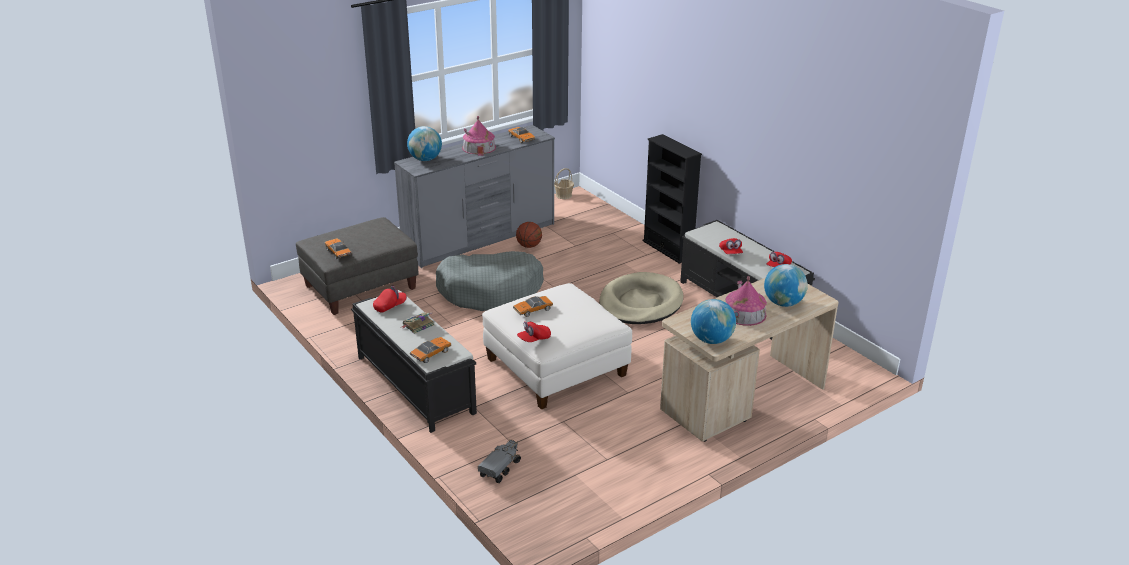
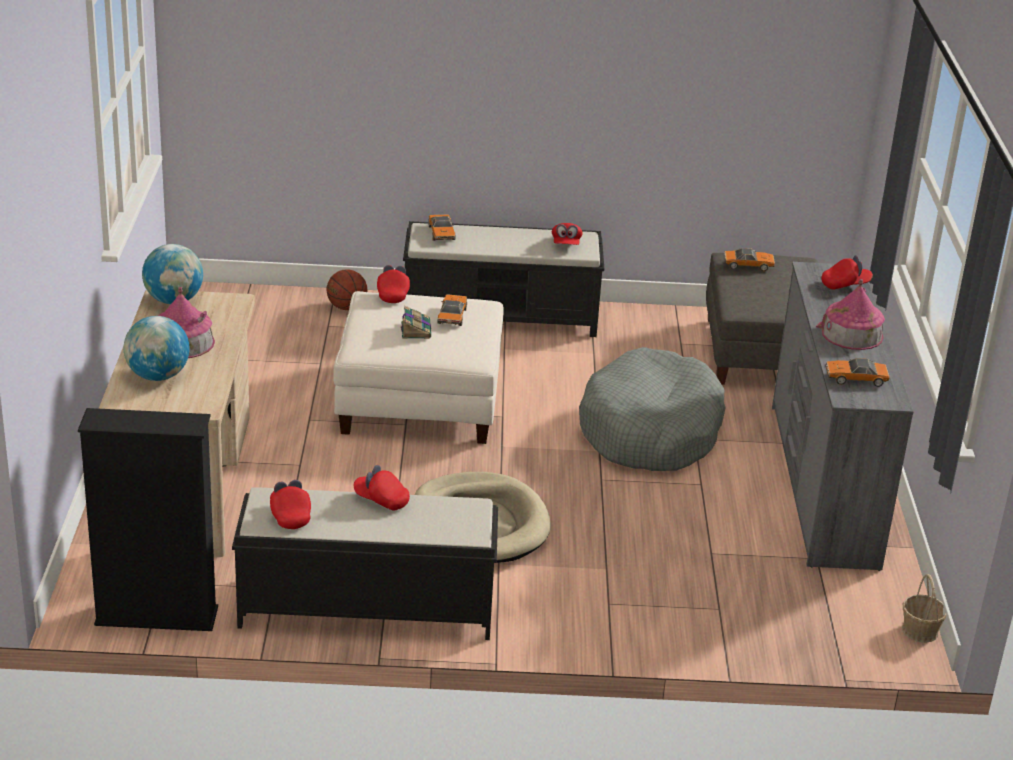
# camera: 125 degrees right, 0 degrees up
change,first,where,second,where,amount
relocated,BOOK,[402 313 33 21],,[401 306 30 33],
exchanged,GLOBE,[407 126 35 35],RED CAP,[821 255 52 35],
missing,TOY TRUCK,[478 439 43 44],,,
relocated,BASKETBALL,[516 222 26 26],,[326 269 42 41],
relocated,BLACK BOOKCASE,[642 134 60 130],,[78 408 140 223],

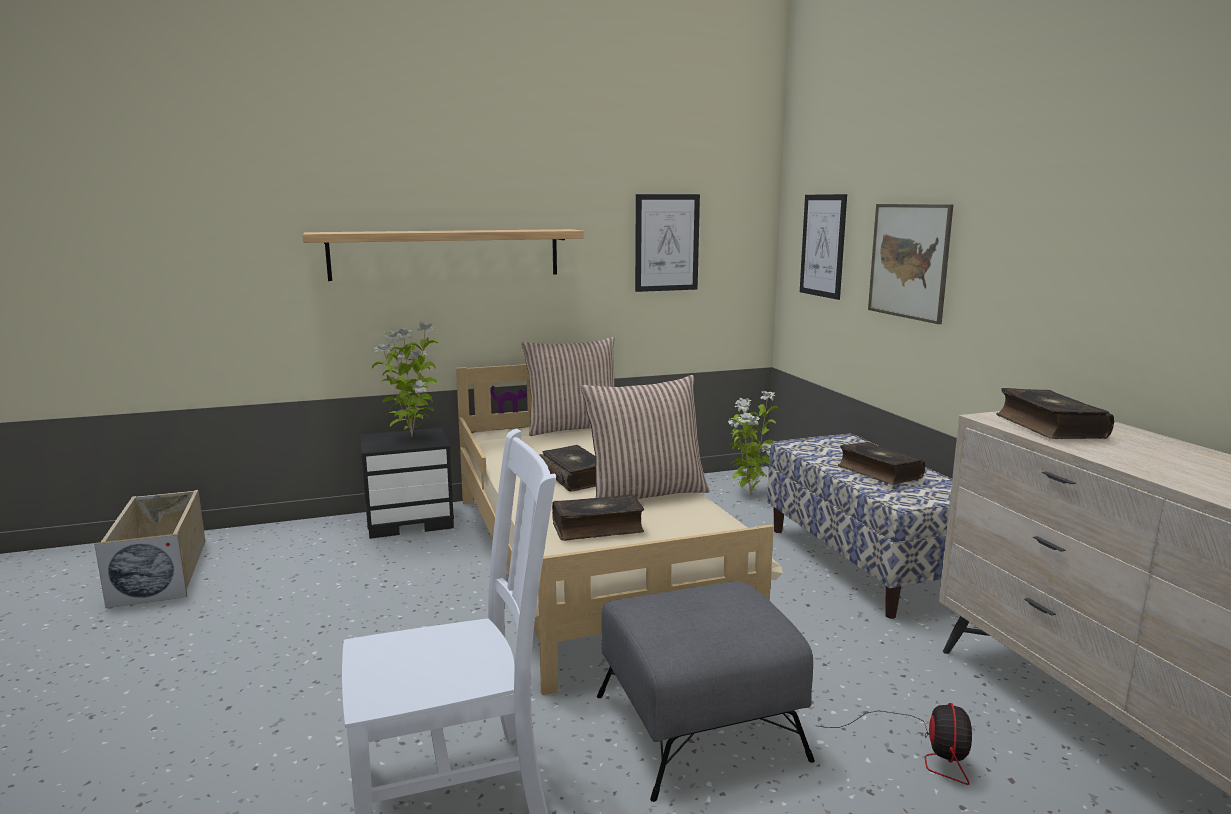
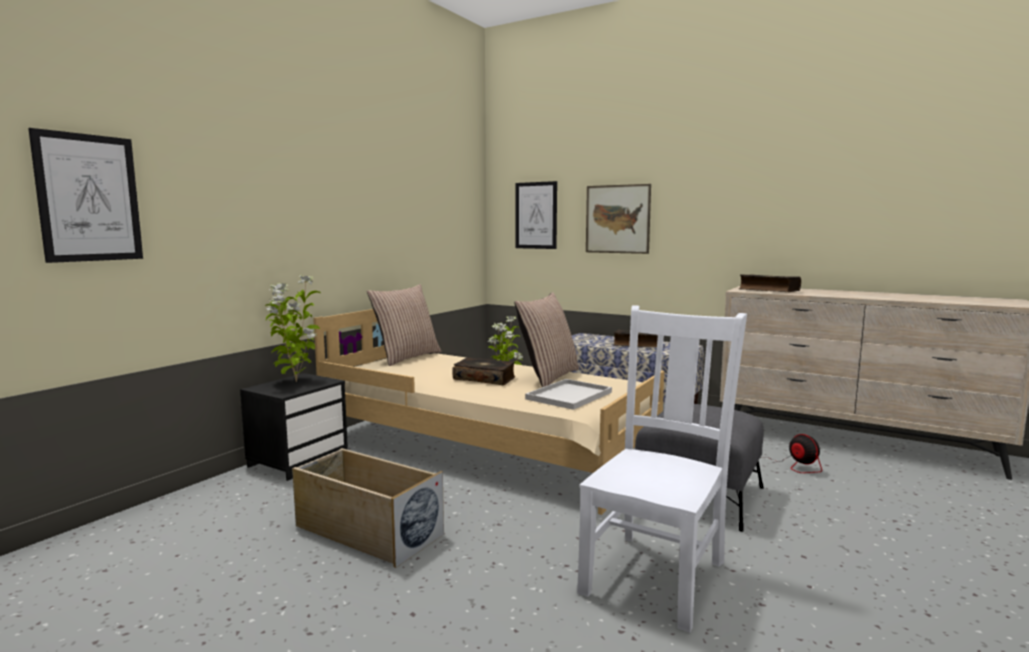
# camera: 40 degrees left, 5 degrees down
change,first,where,second,where,amount
relocated,BEIGE STORAGE BOX,[94 490 111 118],,[292 448 152 120],
missing,SHELF,[303 229 281 52],,,
exchanged,BOOK,[552 494 92 47],WHITE TRAY,[525 379 87 31],
relocated,PICTURE,[635 194 65 98],,[28 128 115 135],

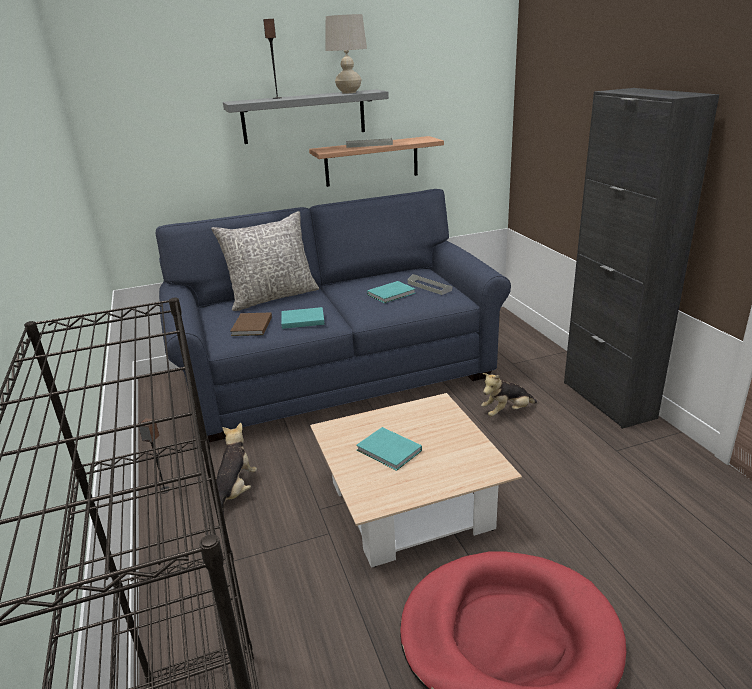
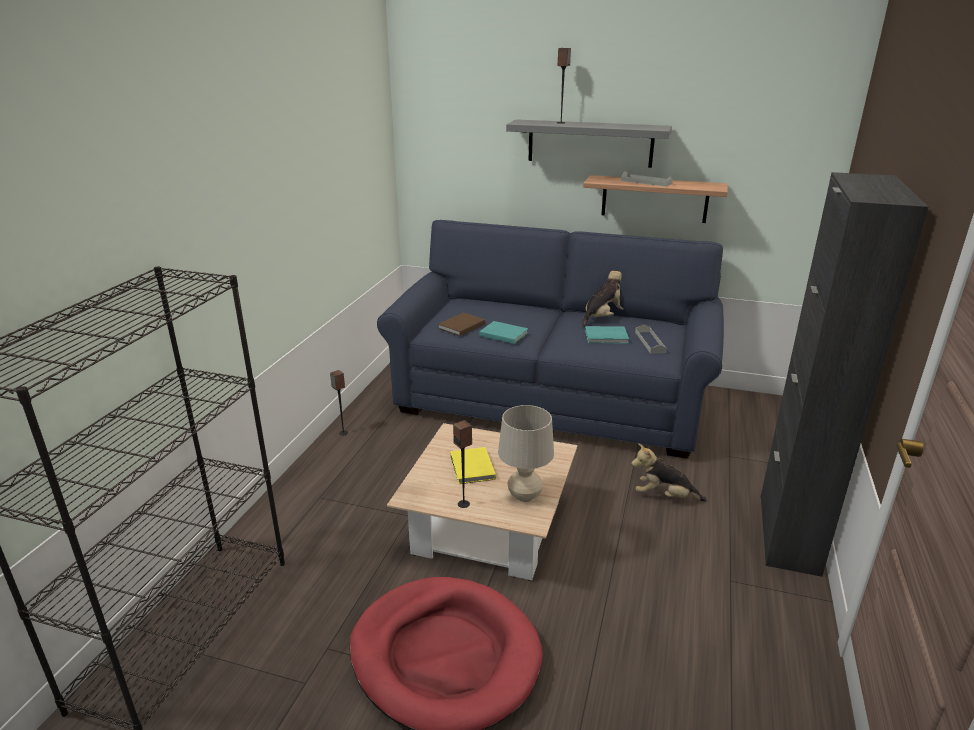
# camera: 35 degrees right, 0 degrees up
change,first,where,second,where,amount
missing,GREY PILLOW,[211 211 108 100],,,
relocated,PLUSH TOY,[216 423 41 92],,[582 271 42 57],
relocated,BEIGE TABLE LAMP,[325 14 42 80],,[498 405 56 97],
colour,TURQUOISE BOOK,[356 427 66 44],YELLOW BOOK,[450 447 46 37],
appeared,,,SPEAKER,[453 420 19 88],

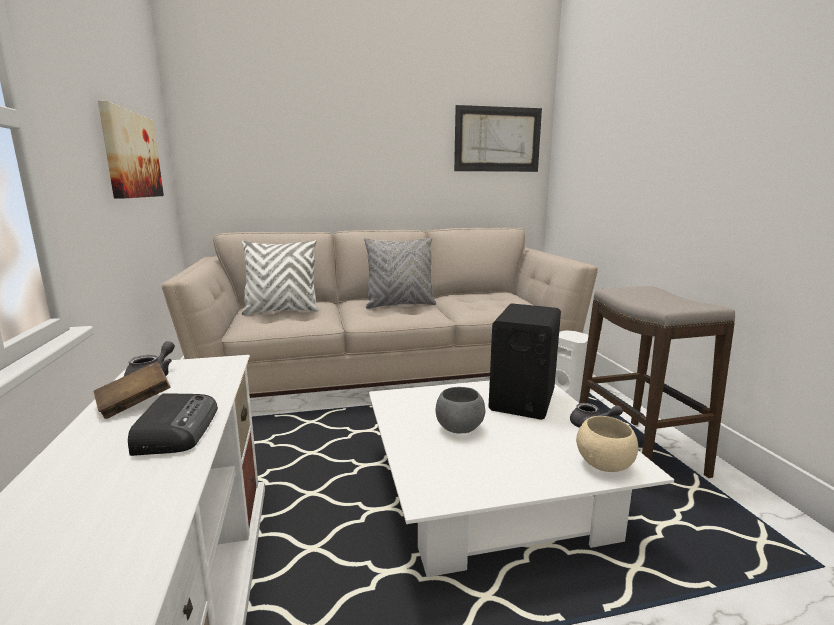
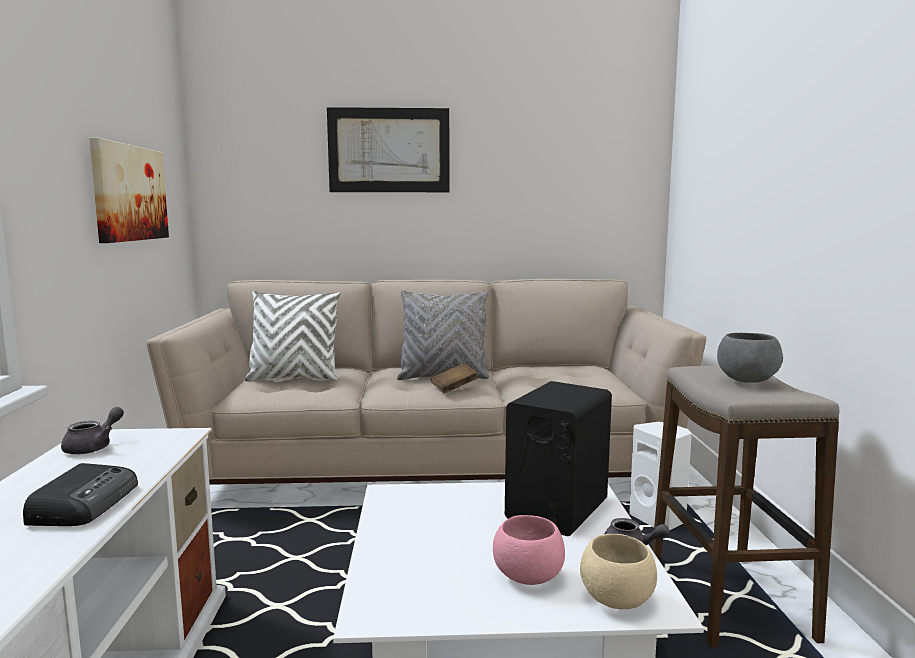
# camera: 10 degrees right, 5 degrees down
change,first,where,second,where,amount
relocated,BROWN BOOK,[93 362 78 57],,[430 363 48 30],
relocated,GREY BOWL,[436 387 49 46],,[717 333 66 50],
relocated,PICTURE,[454 105 88 67],,[327 107 123 85],
appeared,,,PINK BOWL,[493 515 72 70],

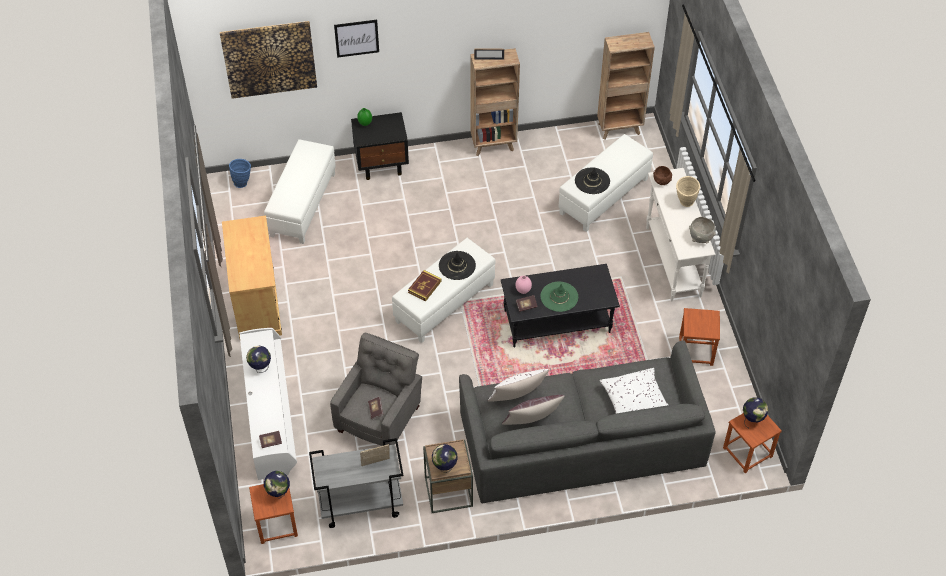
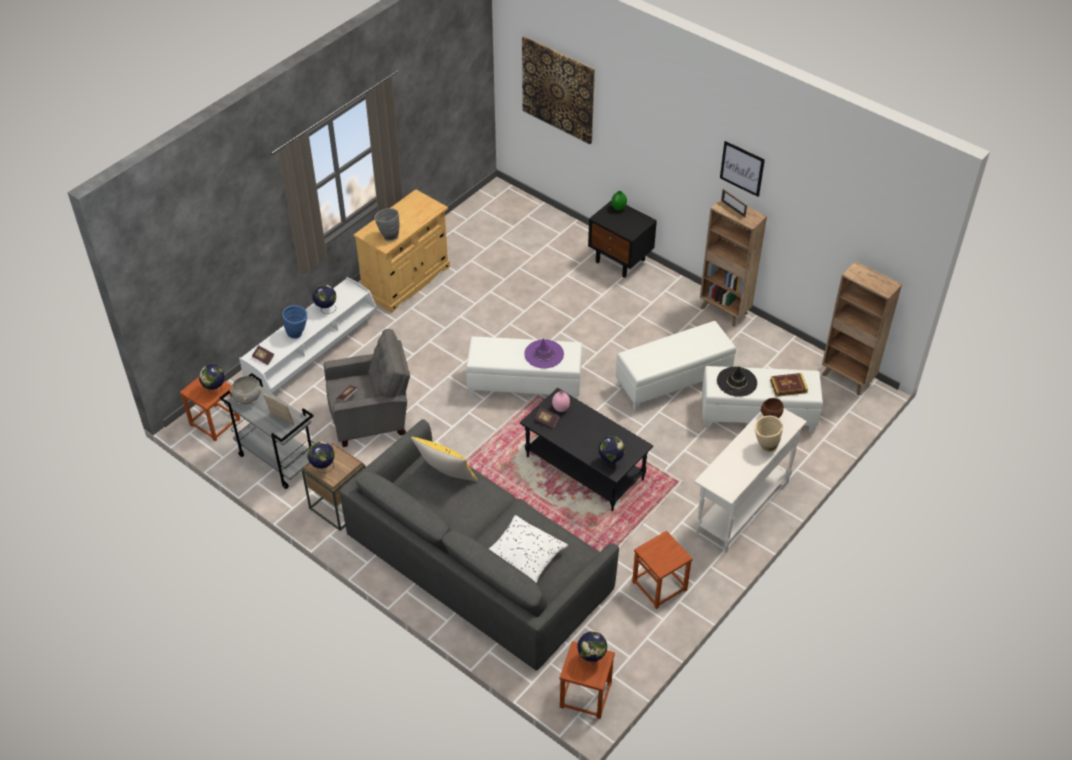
# camera: 50 degrees right, 5 degrees down
change,first,where,second,where,amount
relocated,BLUE VASE,[229 159 22 29],,[282 305 25 34],
relocated,WHITE OTTOMAN,[264 139 72 105],,[616 321 120 90],
relocated,PICTURE,[334 20 45 38],,[720 141 45 56],
relocated,BOOK,[408 270 34 32],,[770 373 38 24],
colour,BLACK HAT,[439 251 37 29],PURPLE HAT,[524 338 40 30],
colour,WHITE PILLOW,[488 369 61 33],YELLOW PILLOW,[411 437 67 45],
missing,BROWN PILLOW,[502 395 63 30],,,
missing,GREEN HAT,[541 282 37 30],,,
relocated,GREY BOWL,[689 217 27 27],,[230 376 31 29],
appeared,,,GREY VASE,[374 208 25 33],
appeared,,,GLOBE,[598 436 27 34],

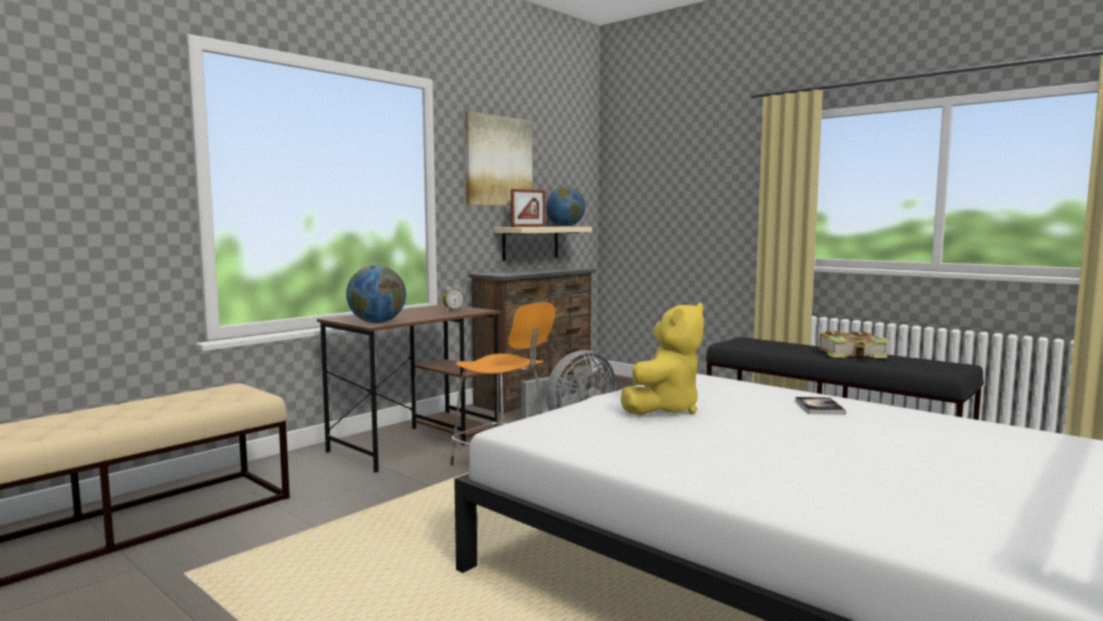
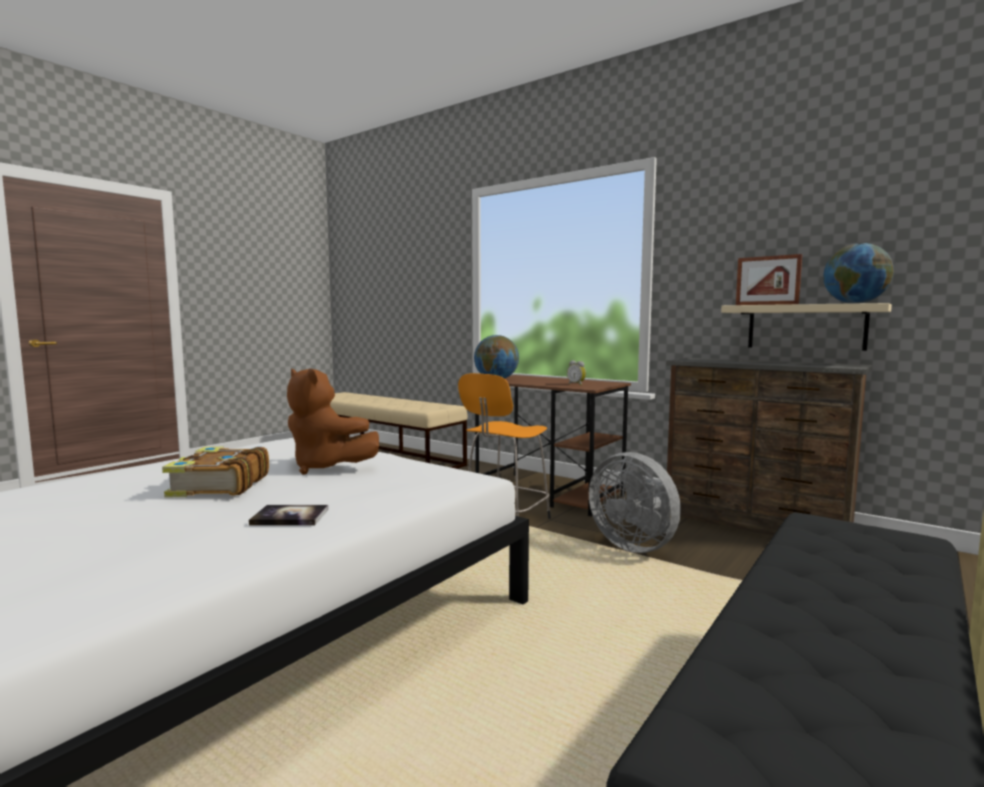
# camera: 85 degrees right, 0 degrees up
change,first,where,second,where,amount
missing,PICTURE,[465 111 67 95],,,
colour,YELLOW PLUSH TOY,[621 303 83 112],BROWN PLUSH TOY,[287 368 92 107],
relocated,BOOK,[819 331 69 27],,[162 447 107 50],

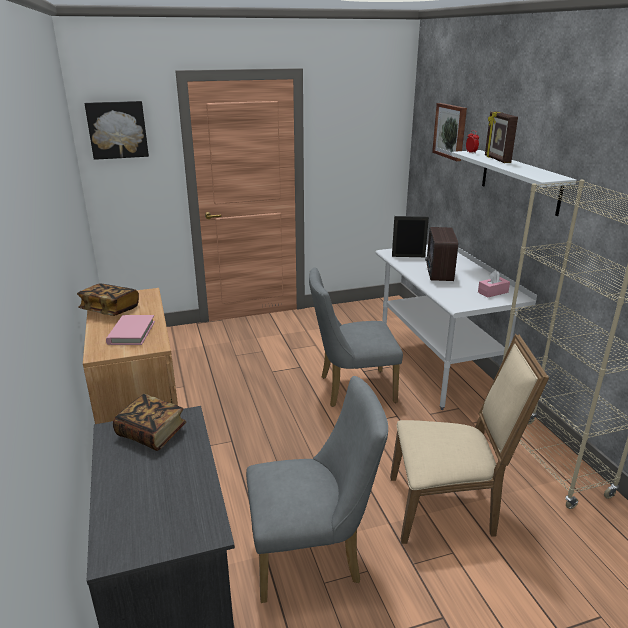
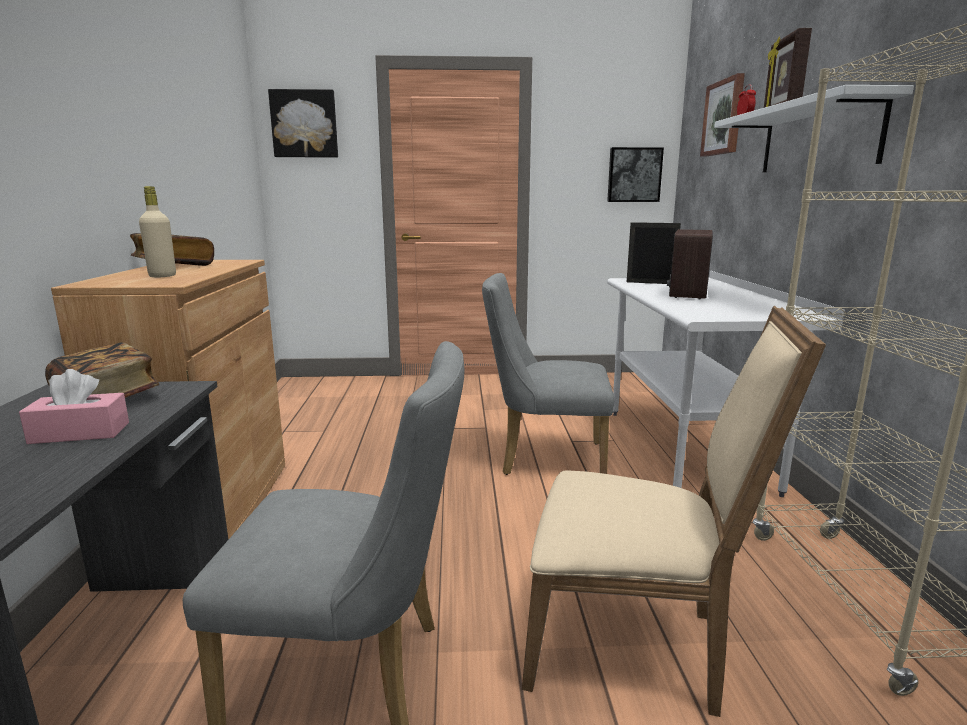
# camera: 15 degrees right, 10 degrees down
change,first,where,second,where,amount
exchanged,PINK BOOK,[106 315 49 30],BEIGE BOTTLE,[139 186 37 92],
relocated,PINK TISSUE BOX,[478 270 32 28],,[19 369 110 75],
appeared,,,PICTURE,[607 147 57 55],

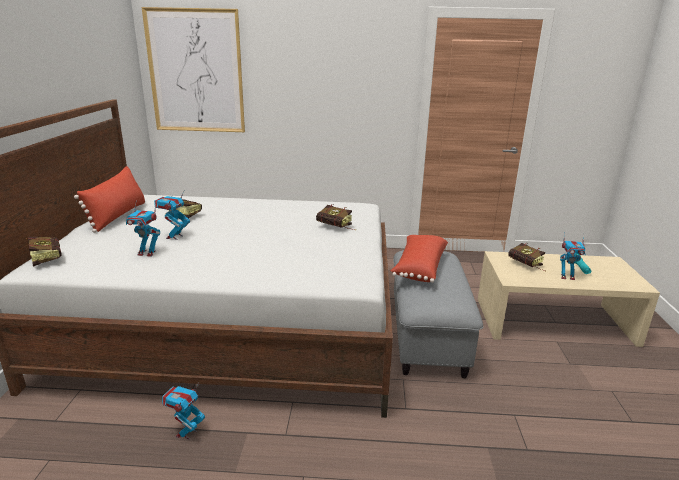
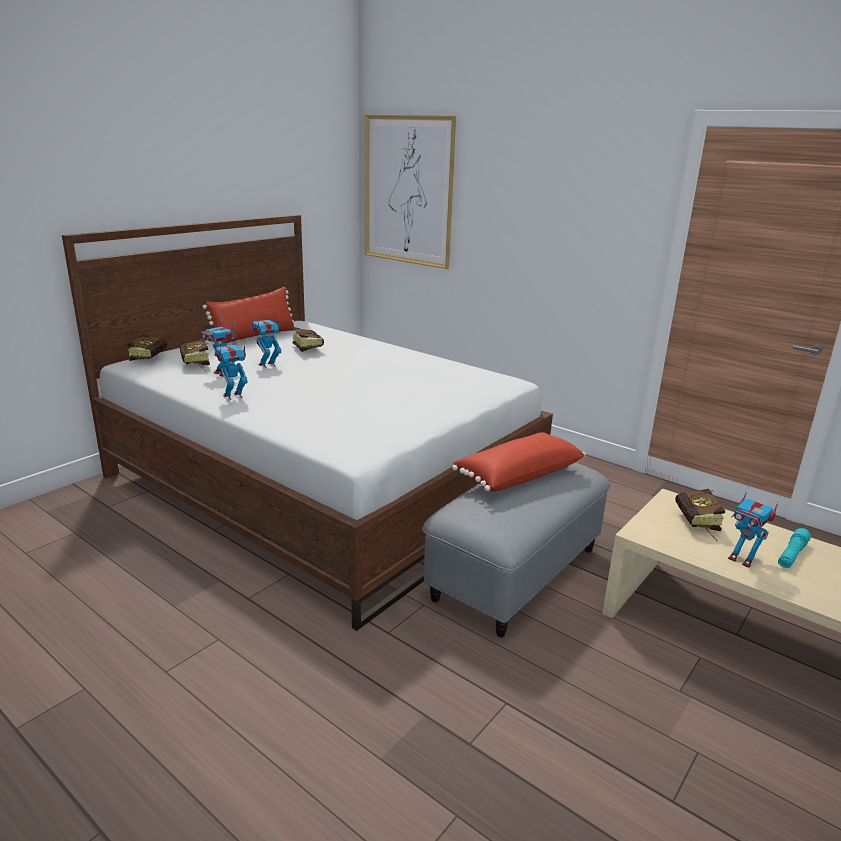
# camera: 35 degrees right, 0 degrees up
change,first,where,second,where,amount
relocated,TOY ROBOT,[162 383 43 57],,[215 341 32 59],
relocated,BOOK,[316 204 40 26],,[180 339 30 33],

